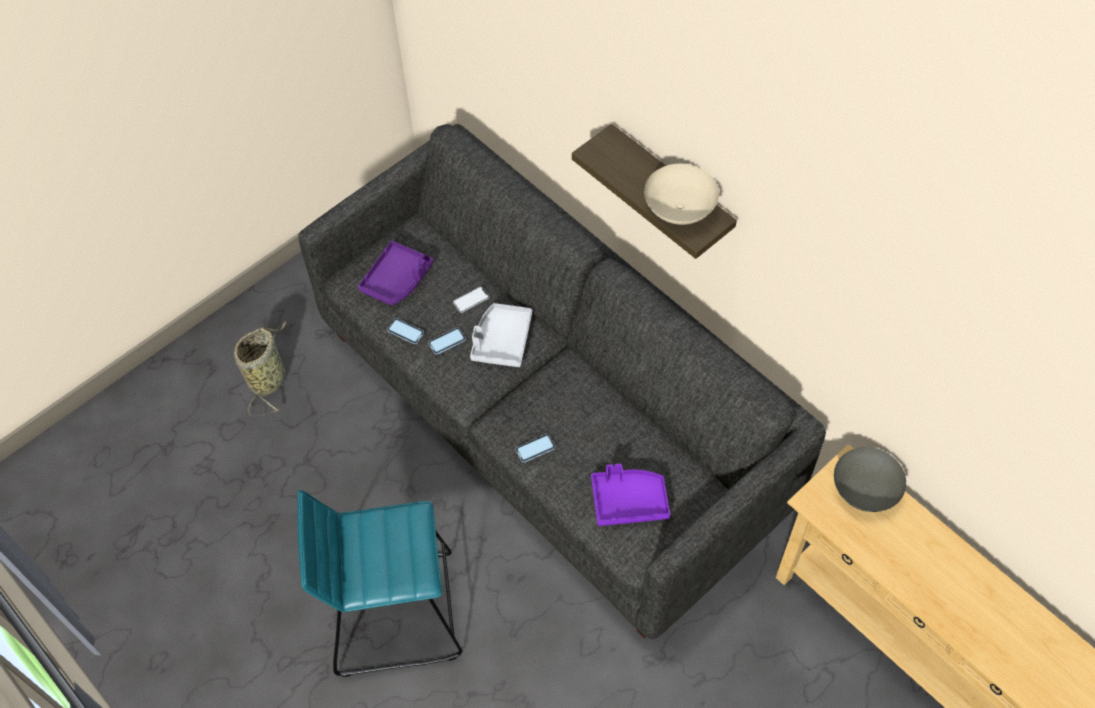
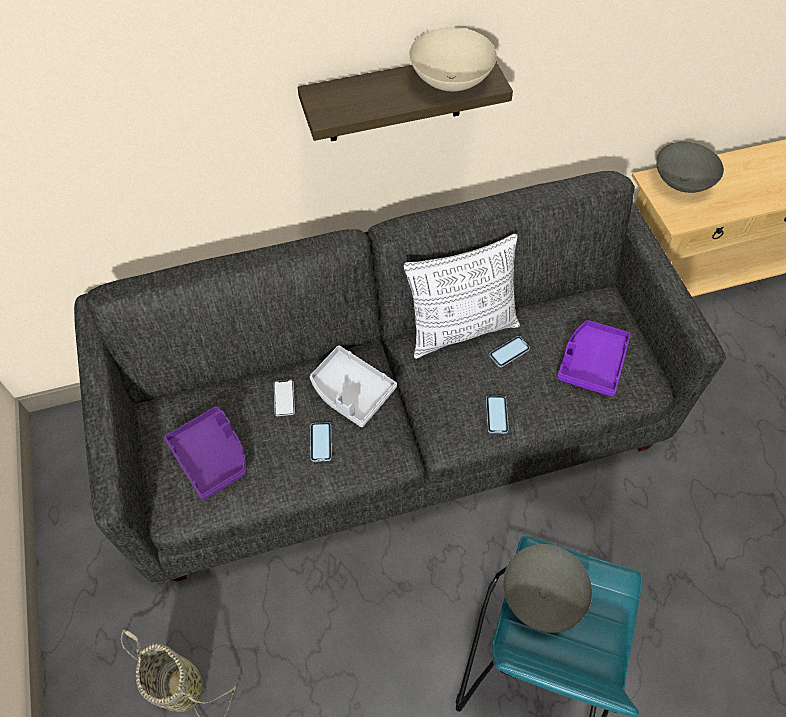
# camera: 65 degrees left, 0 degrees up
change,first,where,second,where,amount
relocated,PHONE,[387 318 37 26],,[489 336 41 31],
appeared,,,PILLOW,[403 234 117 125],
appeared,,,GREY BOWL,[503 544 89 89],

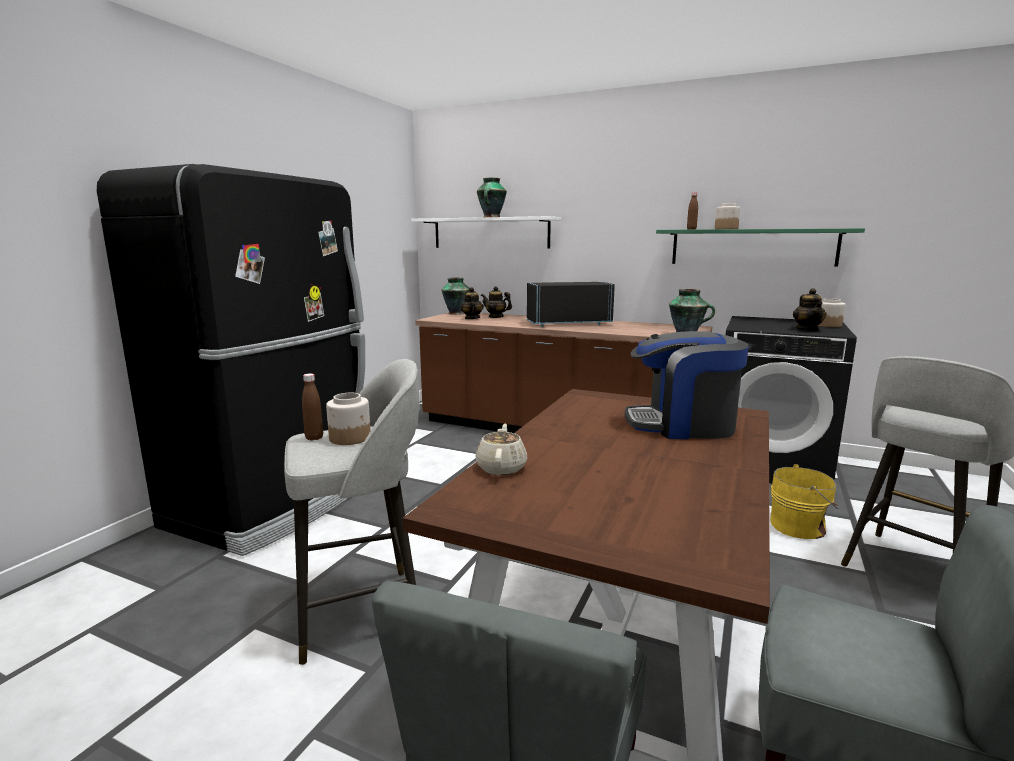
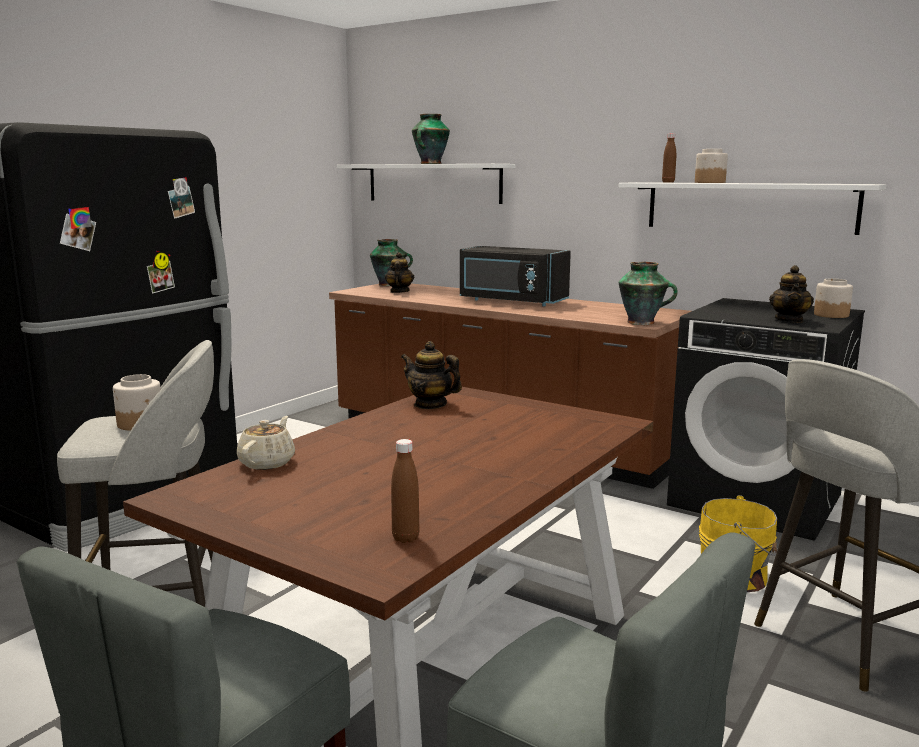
# camera: 10 degrees right, 0 degrees up
change,first,where,second,where,amount
relocated,BROWN BOTTLE,[302 373 21 68],,[391 439 28 104],
relocated,TEAPOT,[481 286 31 32],,[401 341 61 68],
spun,BLACK MICROWAVE,[527 282 88 45],,[460 246 111 60],150 degrees counterclockwise
missing,COFFEE MACHINE,[625 331 124 108],,,
colour,GREEN SHELF,[656 228 209 39],WHITE SHELF,[619 182 267 53],

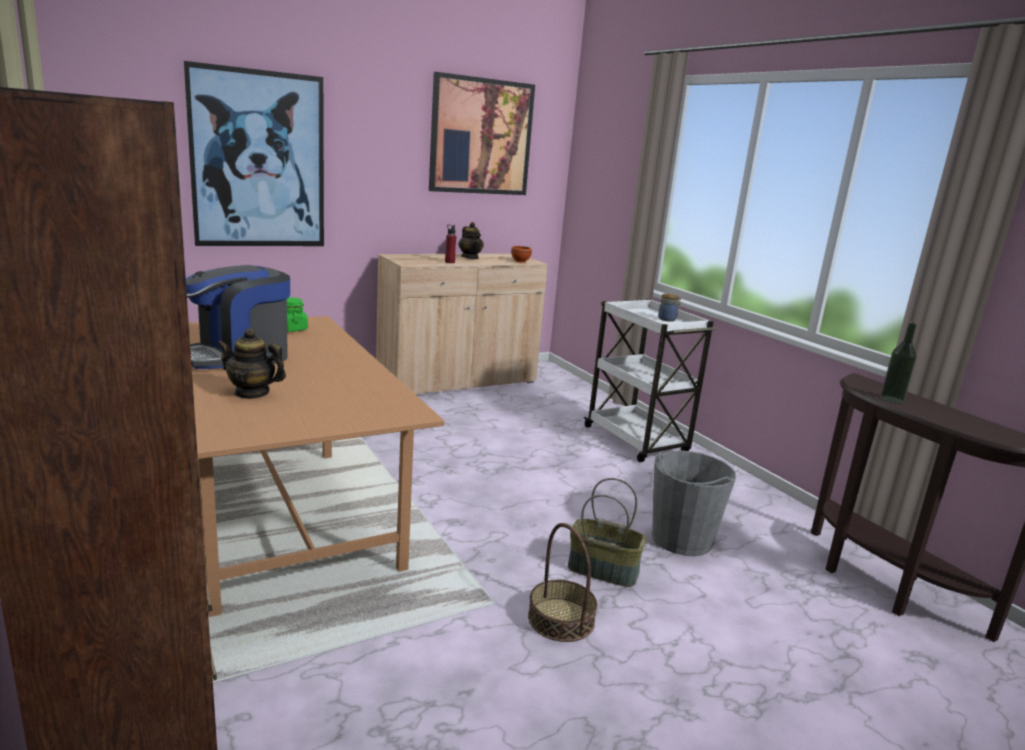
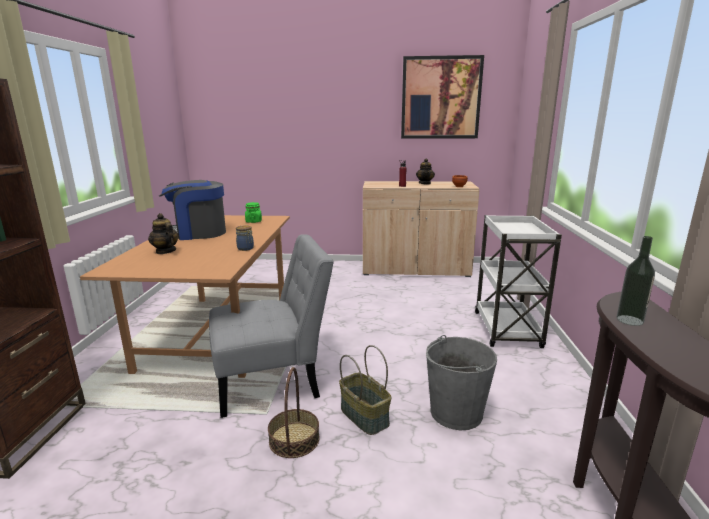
# camera: 35 degrees right, 0 degrees up
change,first,where,second,where,amount
missing,PICTURE,[184 61 140 185],,,
relocated,JAR,[658 294 23 28],,[236 225 18 26],
appeared,,,GREY CHAIR,[209 234 125 184],

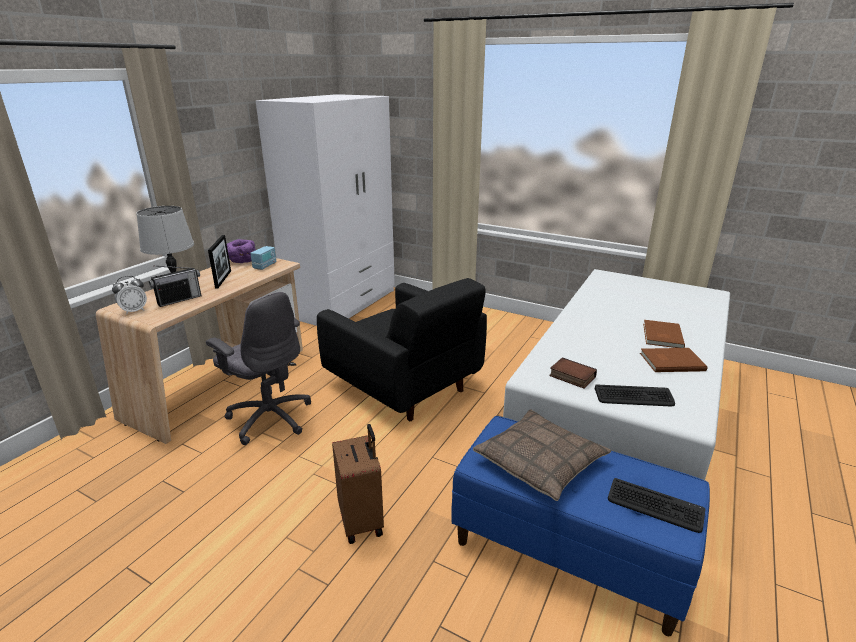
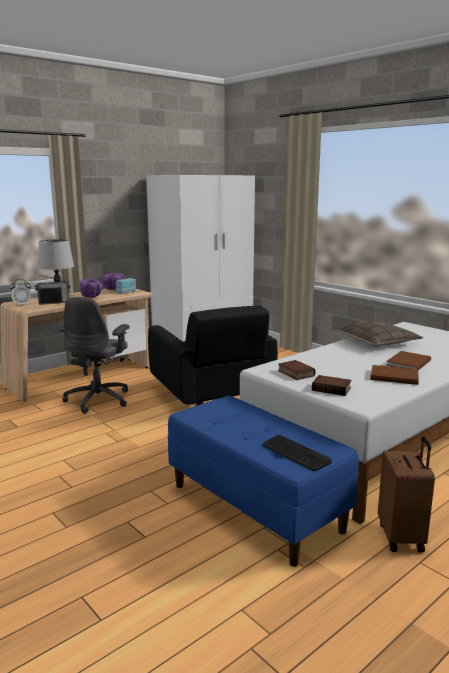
# camera: 20 degrees right, 10 degrees down
change,first,where,second,where,amount
spun,GREY OFFICE CHAIR,[206 292 105 153],,[59 297 71 117],45 degrees clockwise
exchanged,PICTURE FRAME,[208 235 23 54],PURPLE BOWL,[80 279 23 19],
relocated,BROWN SUITCASE,[332 424 52 120],,[378 436 57 117],
relocated,PILLOW,[473 409 138 92],,[338 322 85 25],
exchanged,KEYBOARD,[595 385 80 21],BOOK,[312 375 39 21],

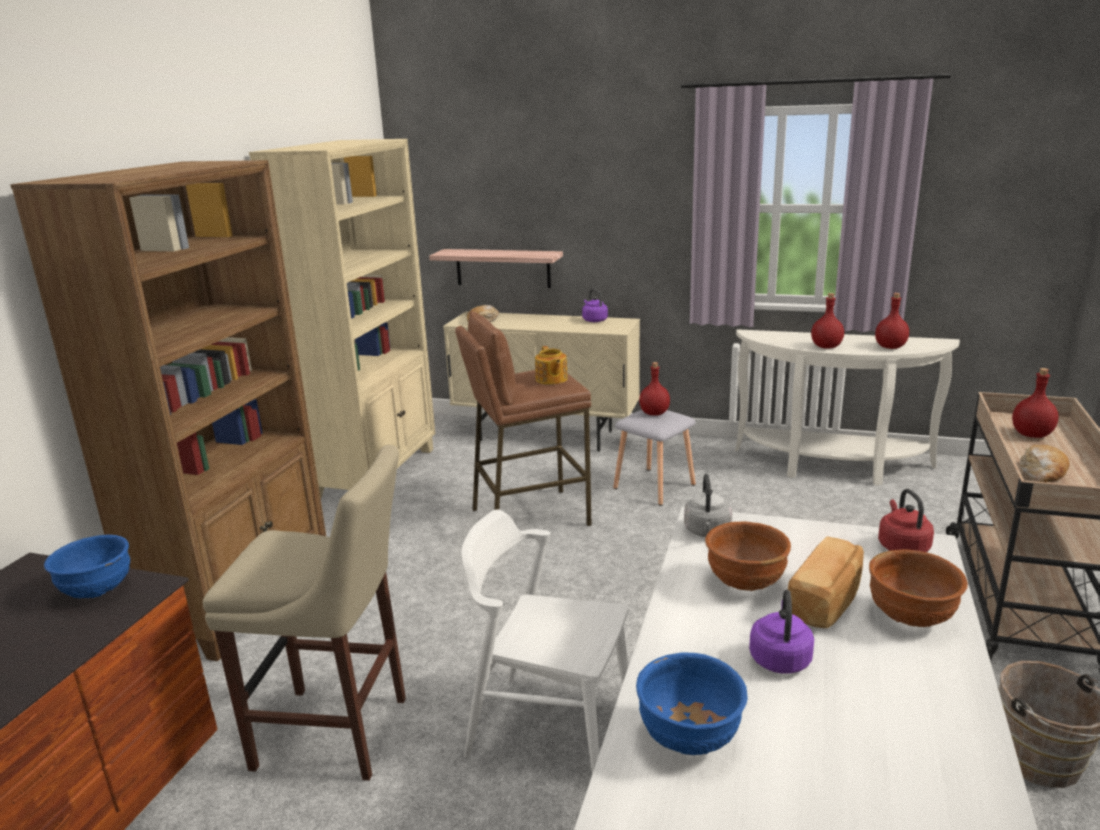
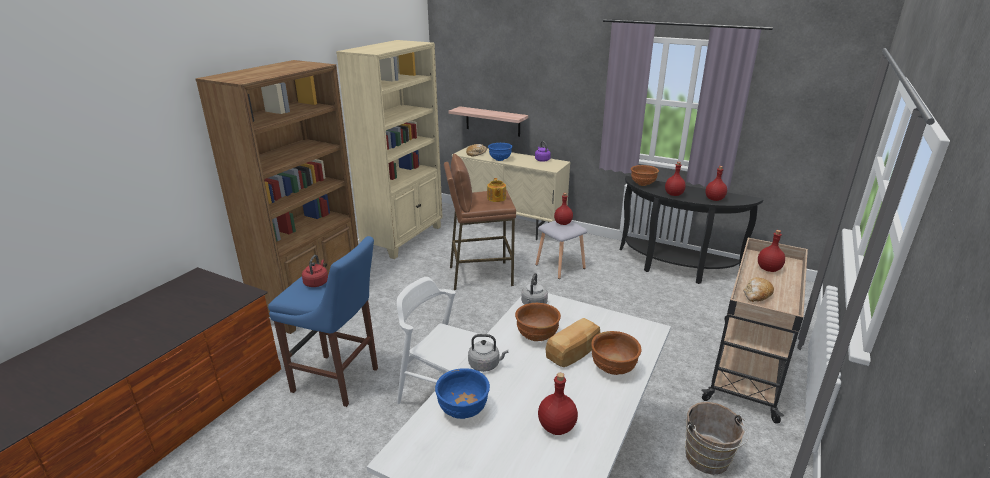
# camera: 10 degrees right, 5 degrees up
change,first,where,second,where,amount
relocated,BLUE BOWL,[44 535 86 63],,[488 143 24 18],
colour,BEIGE STOOL,[203 445 203 336],BLUE STOOL,[268 236 110 171],
colour,WHITE CONSOLE TABLE,[735 329 225 157],BLACK CONSOLE TABLE,[620 176 144 108],
missing,PURPLE KETTLE,[749 590 65 84],,,
relocated,RED KETTLE,[878 489 56 63],,[302 255 26 32],
appeared,,,GREY KETTLE,[468 334 40 38],
appeared,,,RED BOTTLE,[538 373 40 62],
appeared,,,BROWN BOWL,[631 165 28 21],

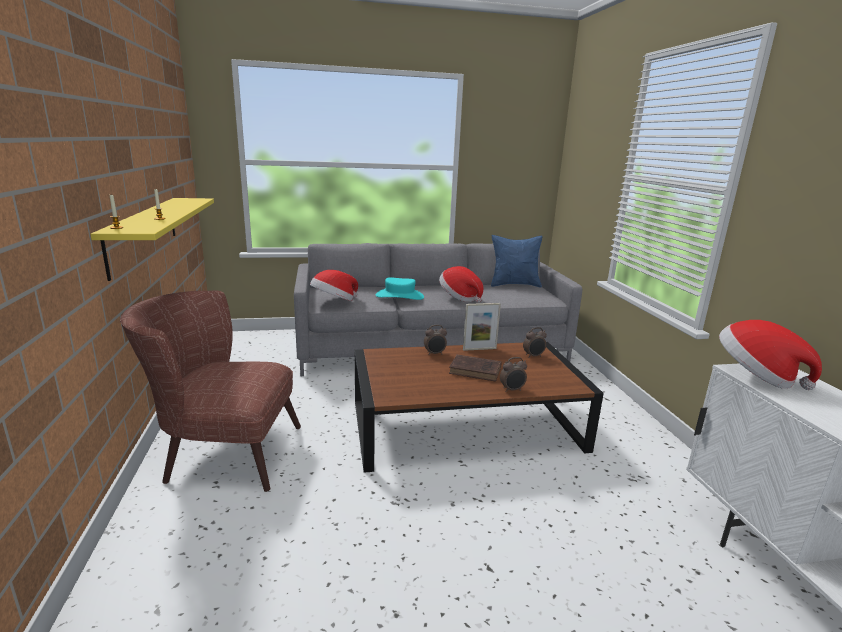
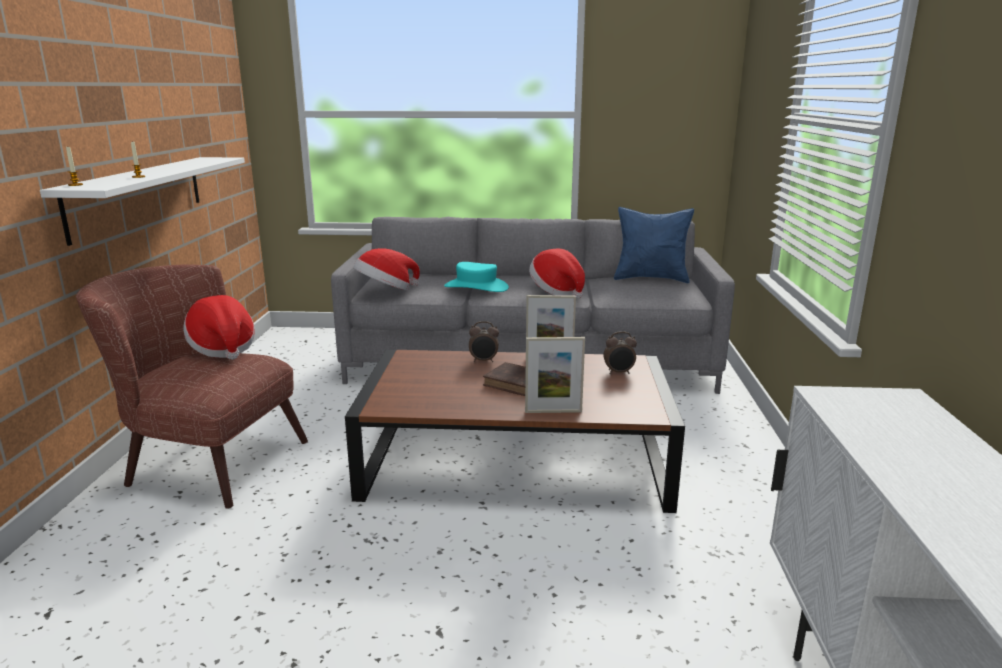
# camera: 15 degrees right, 0 degrees up
change,first,where,second,where,amount
colour,YELLOW SHELF,[90 198 124 83],WHITE SHELF,[40 157 205 89],
exchanged,ALARM CLOCK,[500 357 27 35],PICTURE FRAME,[525 337 60 76],
relocated,HAT,[719 320 103 70],,[184 295 71 65],

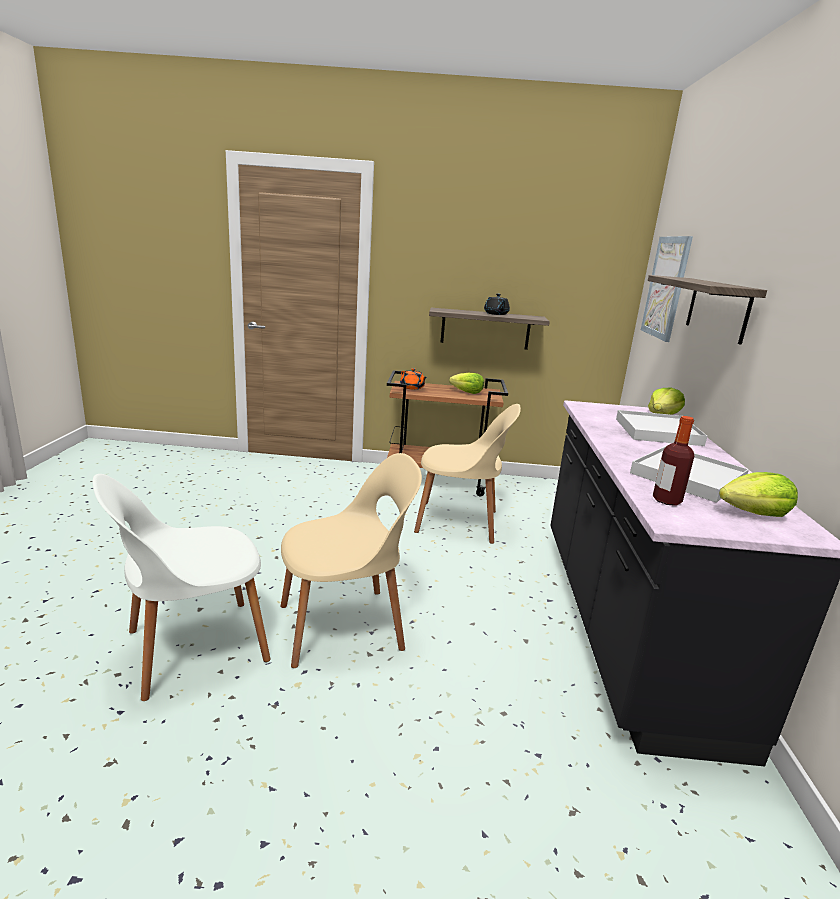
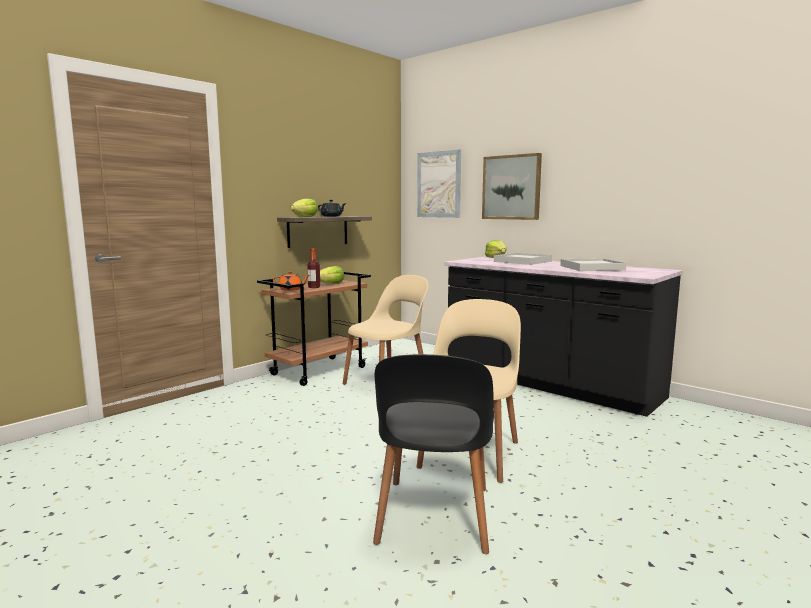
# camera: 50 degrees left, 10 degrees down
change,first,where,second,where,amount
colour,WHITE CHAIR,[93 474 178 227],BLACK CHAIR,[373 354 121 200],
exchanged,SHELF,[648 275 119 70],PICTURE,[482 153 60 67],
relocated,BOTTLE,[653 416 41 90],,[307 248 13 40],
relocated,LETTUCE,[719 472 79 45],,[291 199 27 18],

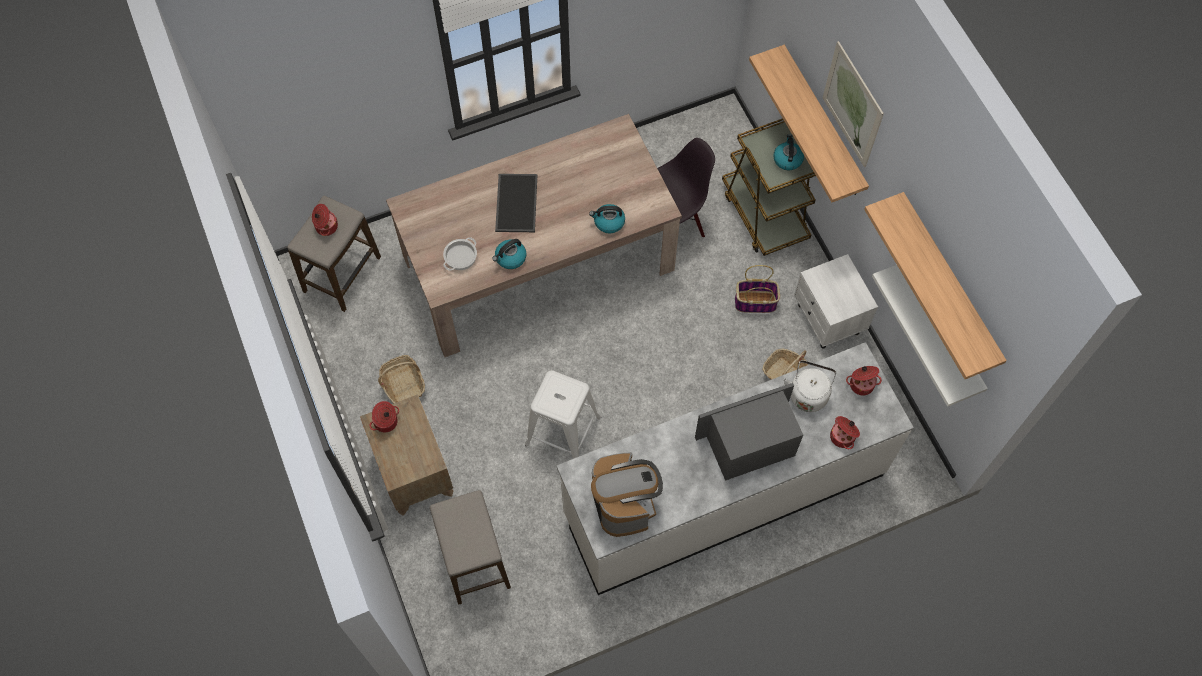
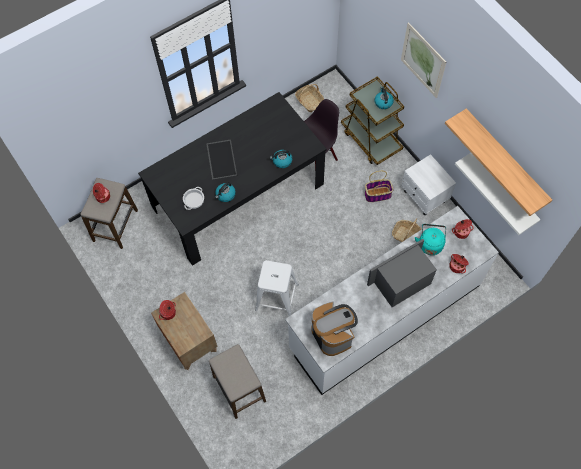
# camera: 10 degrees left, 0 degrees up
change,first,where,second,where,amount
relocated,BASKET,[378 355 47 48],,[295 84 29 28],
colour,BEIGE DINING TABLE,[386 114 296 243],BLACK DINING TABLE,[138 92 189 174],
missing,SHELF,[749 45 120 157],,,
colour,WHITE KETTLE,[784 360 52 52],TURQUOISE KETTLE,[415 224 31 31],

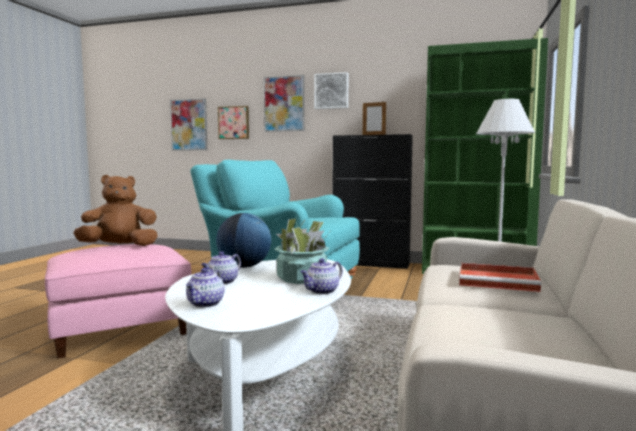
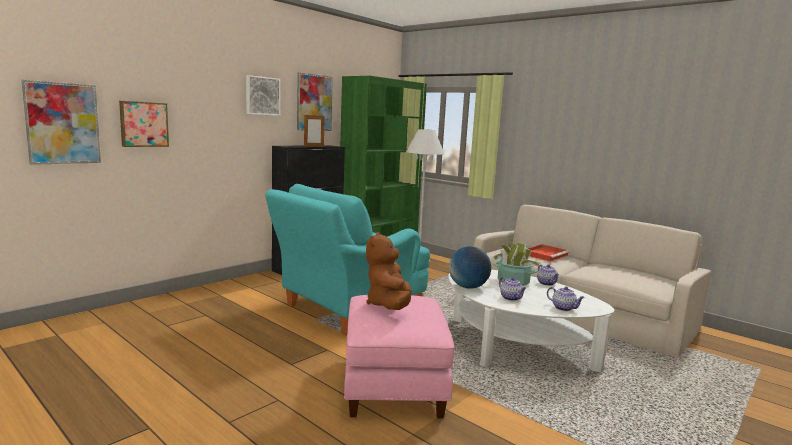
# camera: 65 degrees left, 5 degrees up
change,first,where,second,where,amount
relocated,PICTURE,[264 75 40 57],,[297 72 36 59],

